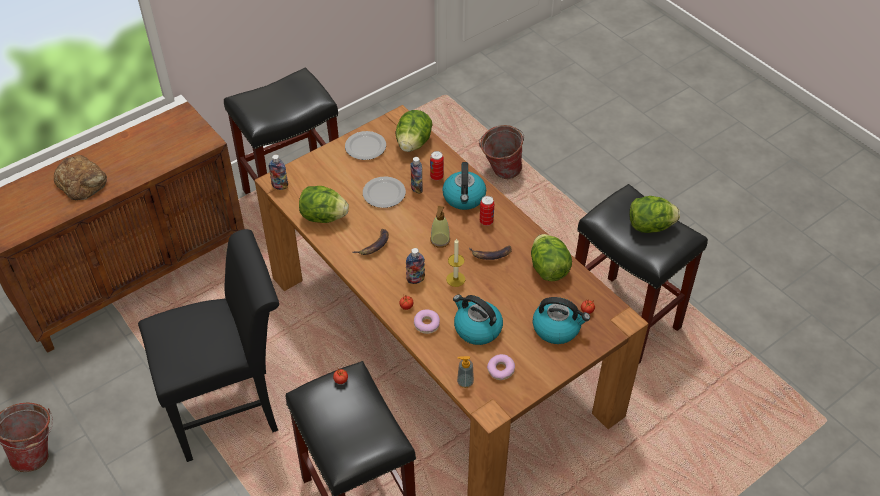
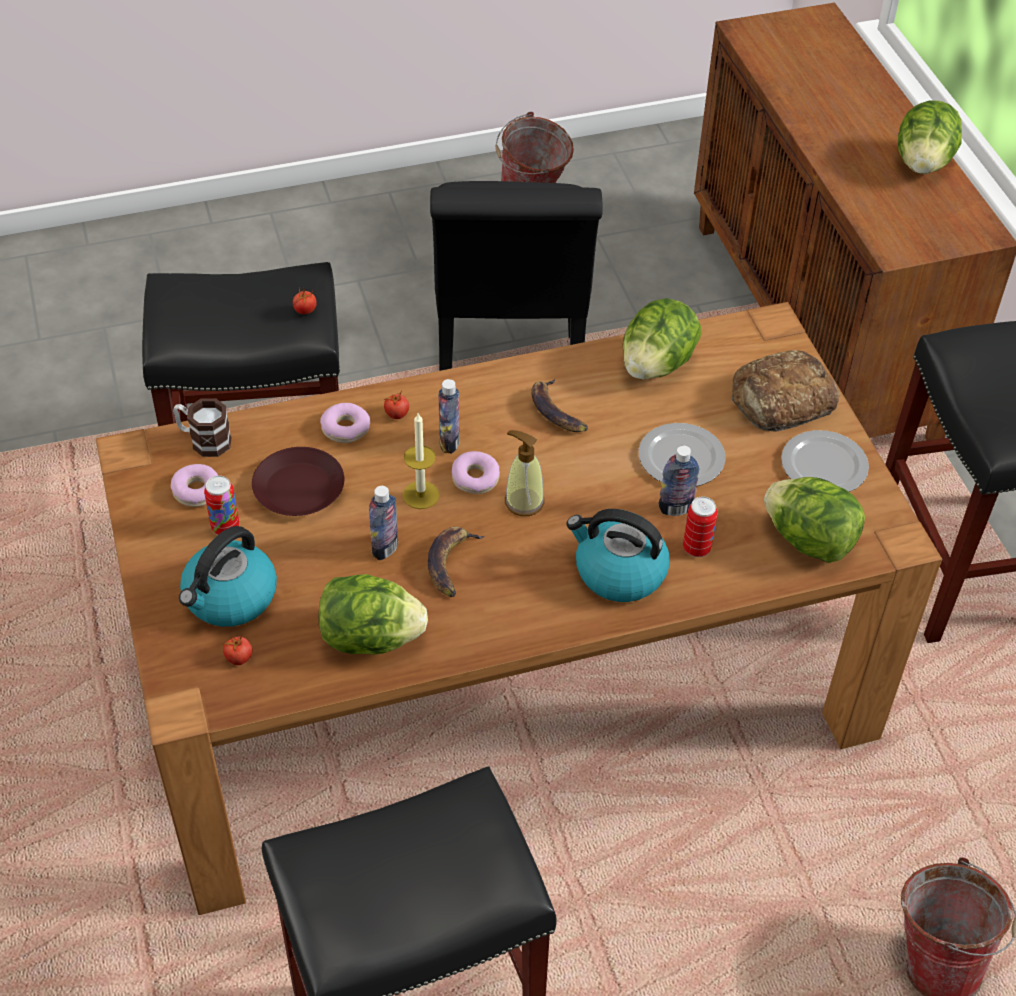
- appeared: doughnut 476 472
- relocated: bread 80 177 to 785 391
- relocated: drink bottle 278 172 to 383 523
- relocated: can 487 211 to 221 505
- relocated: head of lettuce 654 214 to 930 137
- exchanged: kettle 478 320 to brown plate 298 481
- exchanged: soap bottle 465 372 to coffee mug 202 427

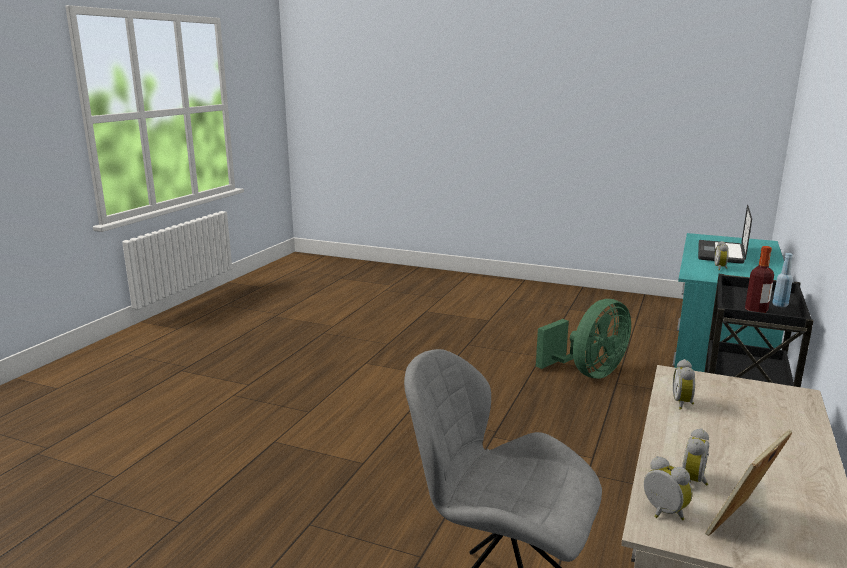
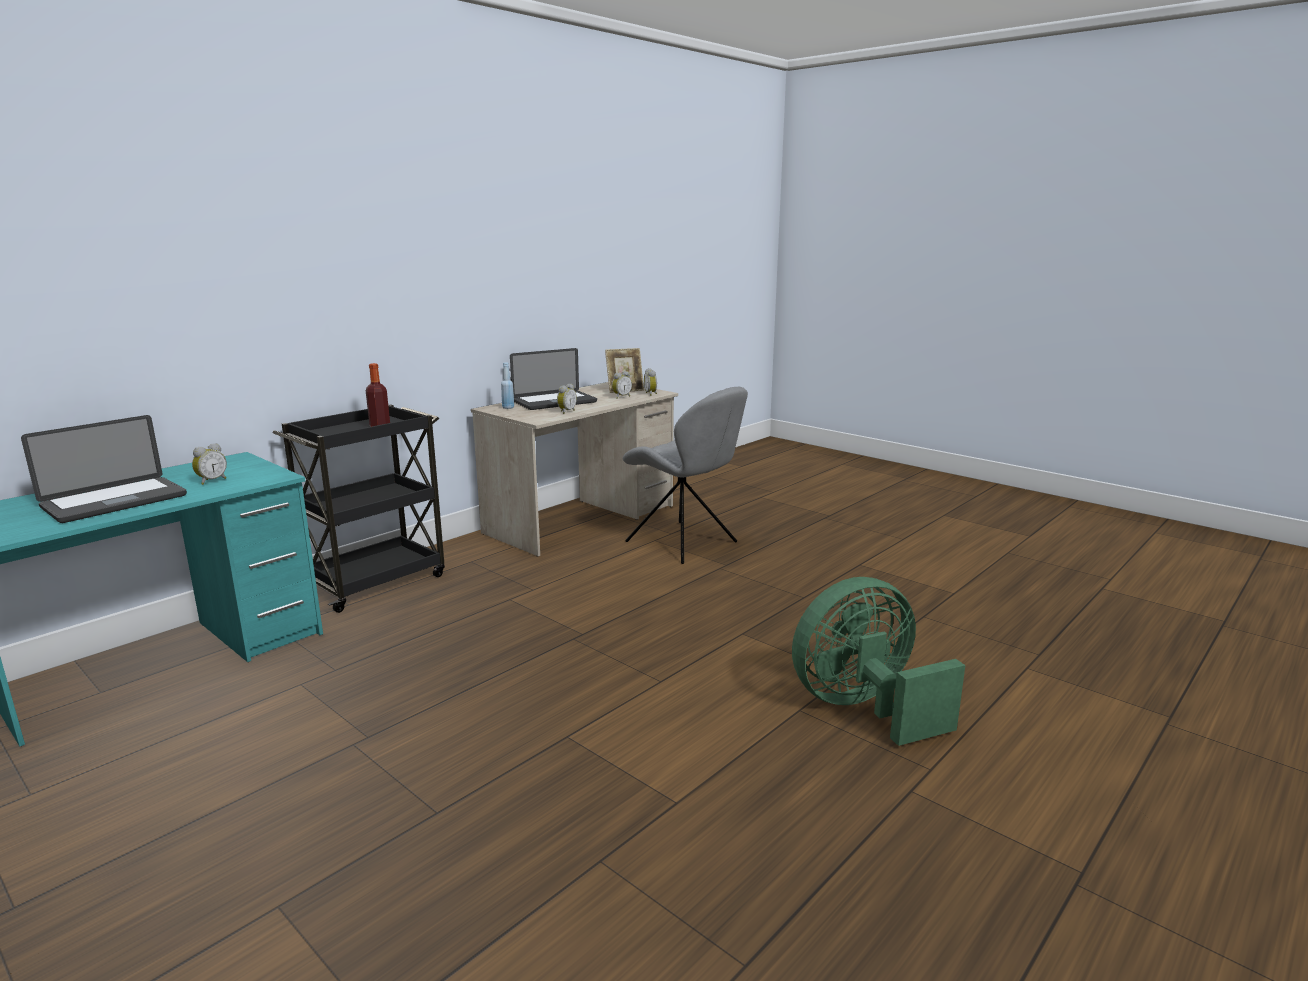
- appeared: laptop 553 379
- relocated: greenish cooling fan 583 339 to 878 661
- relocated: blue-coloured drink bottle 782 280 to 507 385

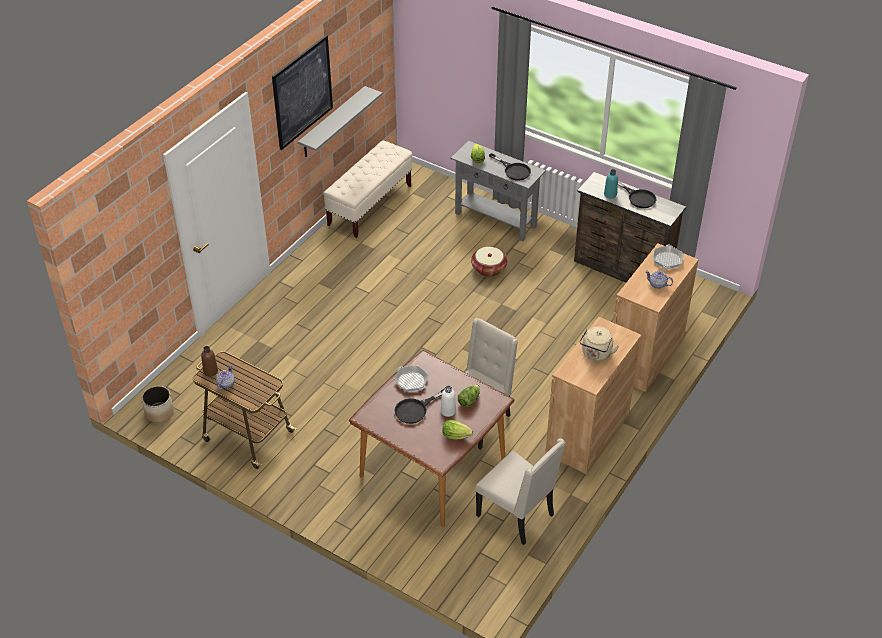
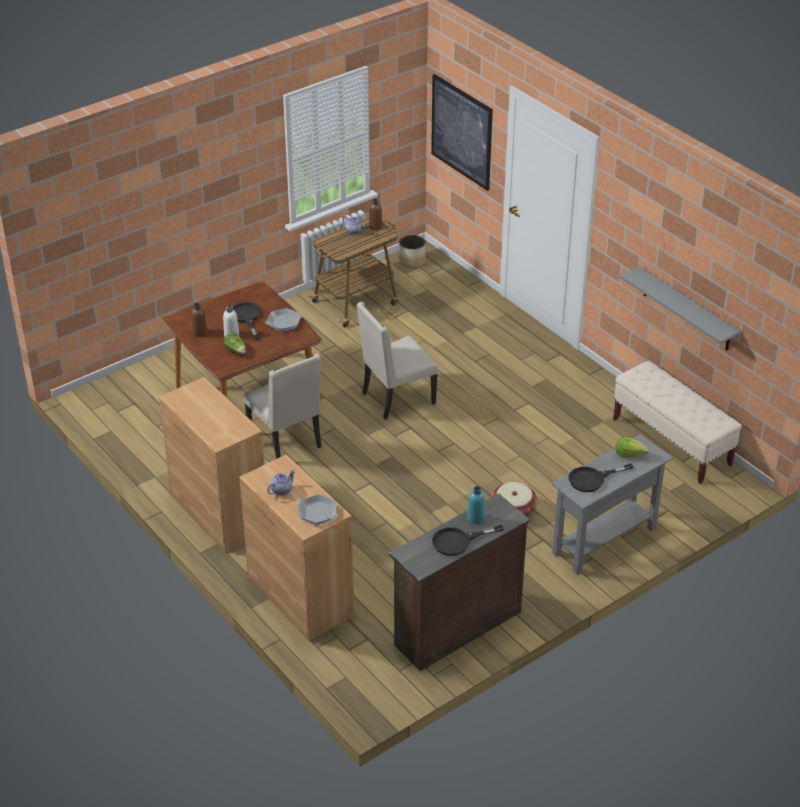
- missing: sand-coloured kettle 599 343
- relocated: wall picture 302 92 to 462 132
- relocated: sand-coloured chair 520 491 to 397 361
- exchanged: head of lettuce 458 429 to brown drink bottle 199 320

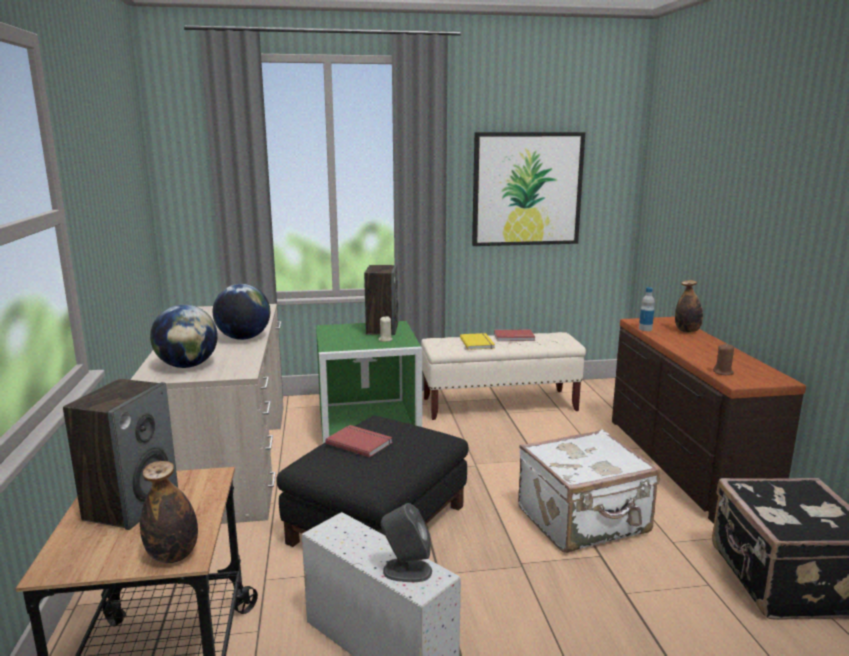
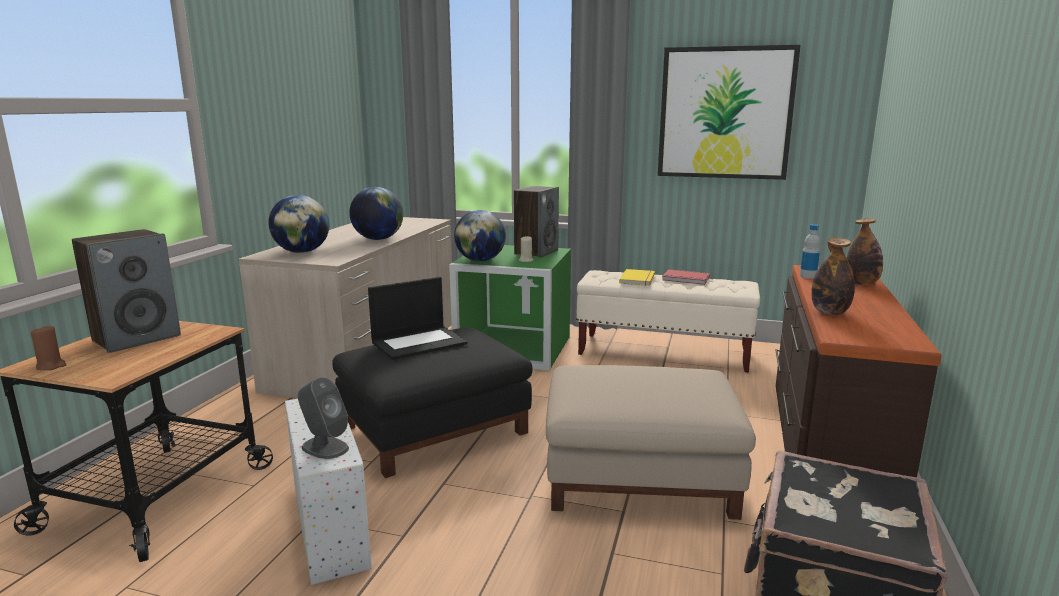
- appeared: desk globe 480 236
- relocated: drink bottle 169 512 to 833 276
- relocated: brown wax candle 723 359 to 48 347
- exchanged: reddish bound book 359 441 to laptop 417 318
- exchanged: whitish travel case 589 491 to sand-coloured ottoman 651 442

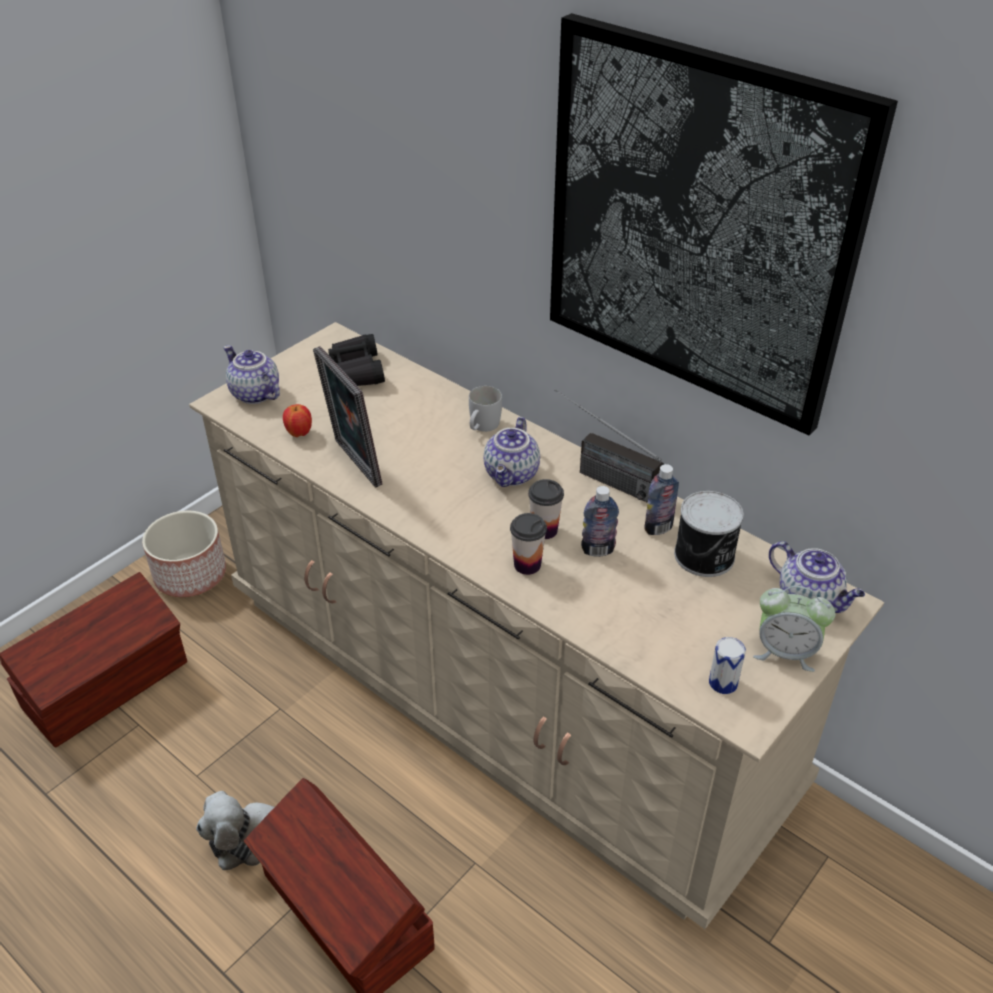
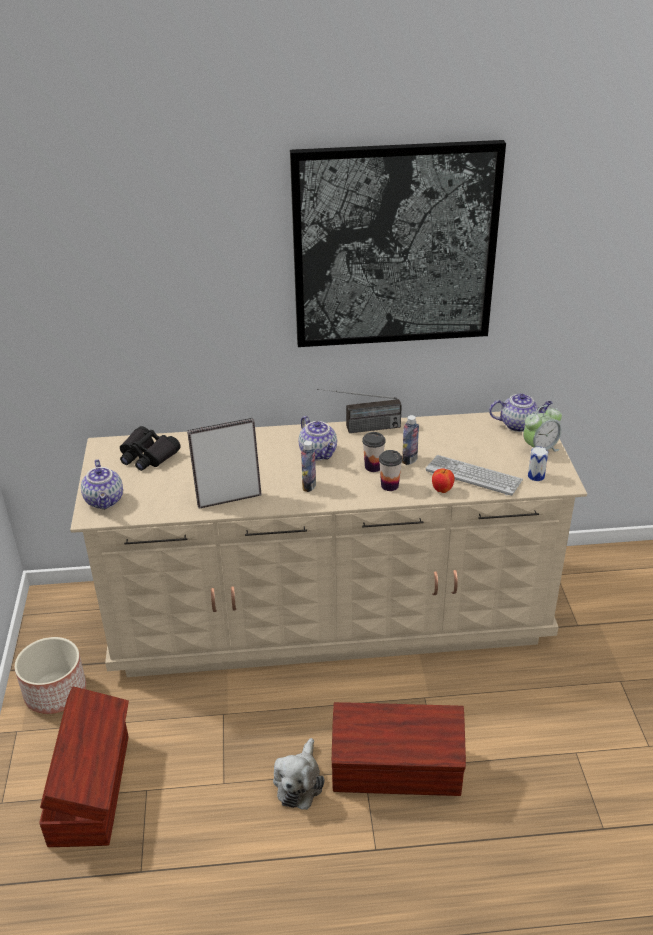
- missing: whitish coffee mug 485 409
- missing: can 709 534
- appeared: PC keyboard 474 475
- relocated: whole apple 297 420 to 443 480
- relocated: drink bottle 661 499 to 308 466
- spun: pot for tea 251 374 = 102 484 105 degrees counterclockwise
- spun: standing frame 348 417 = 224 463 150 degrees clockwise

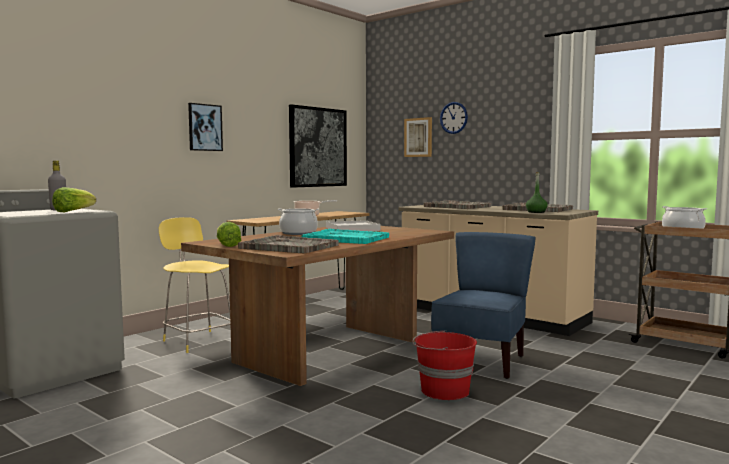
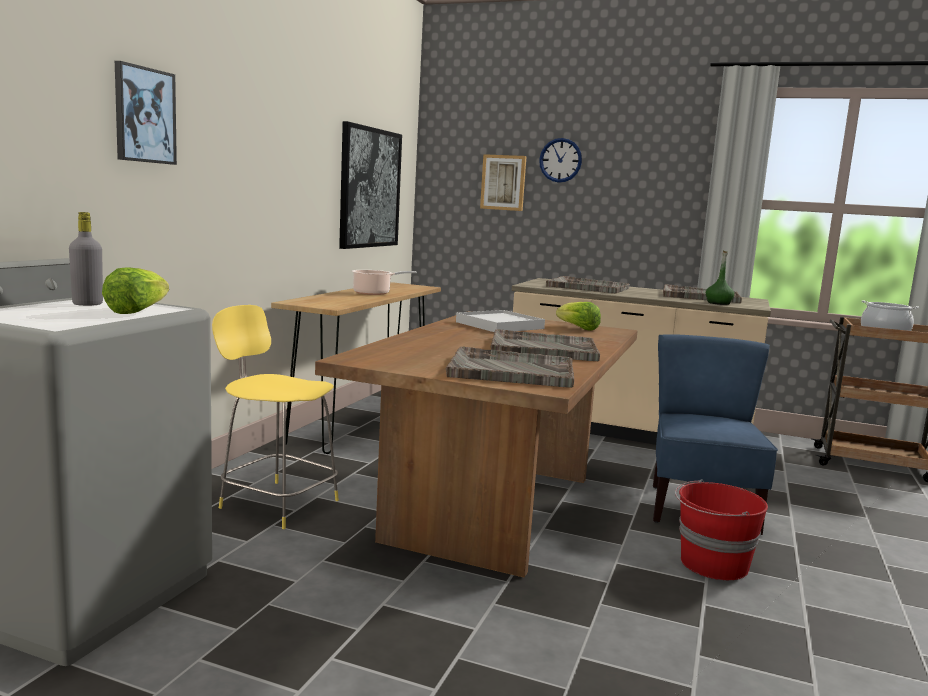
- missing: saucepot 298 221
- relocated: wall picture 205 127 to 146 113
- relocated: head of lettuce 229 234 to 578 316
- colour: turquoise serving tray 345 236 to gray serving tray 545 345

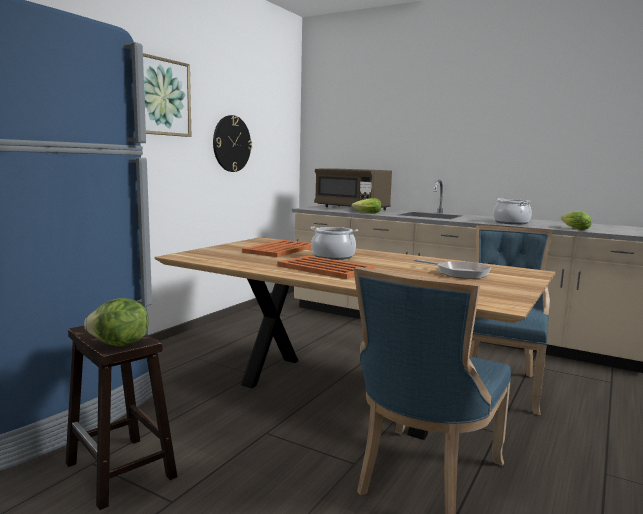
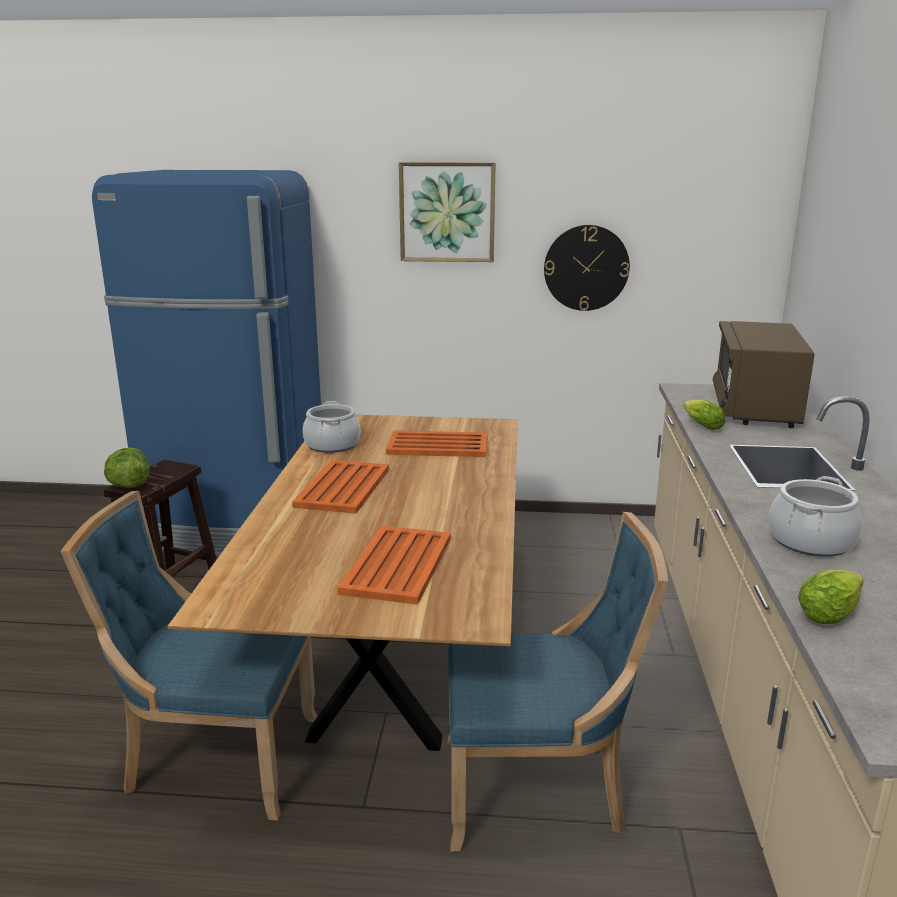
- relocated: saucepot 334 243 to 331 427
- exchanged: pan 453 269 to orange-coloured serving tray 394 565

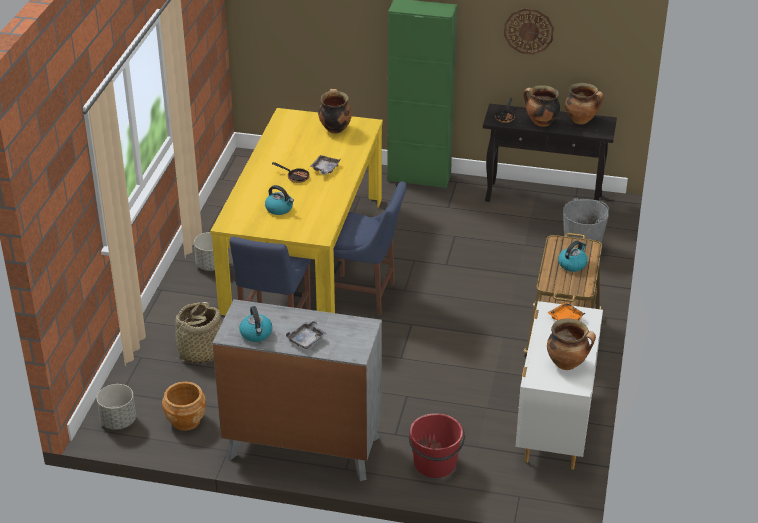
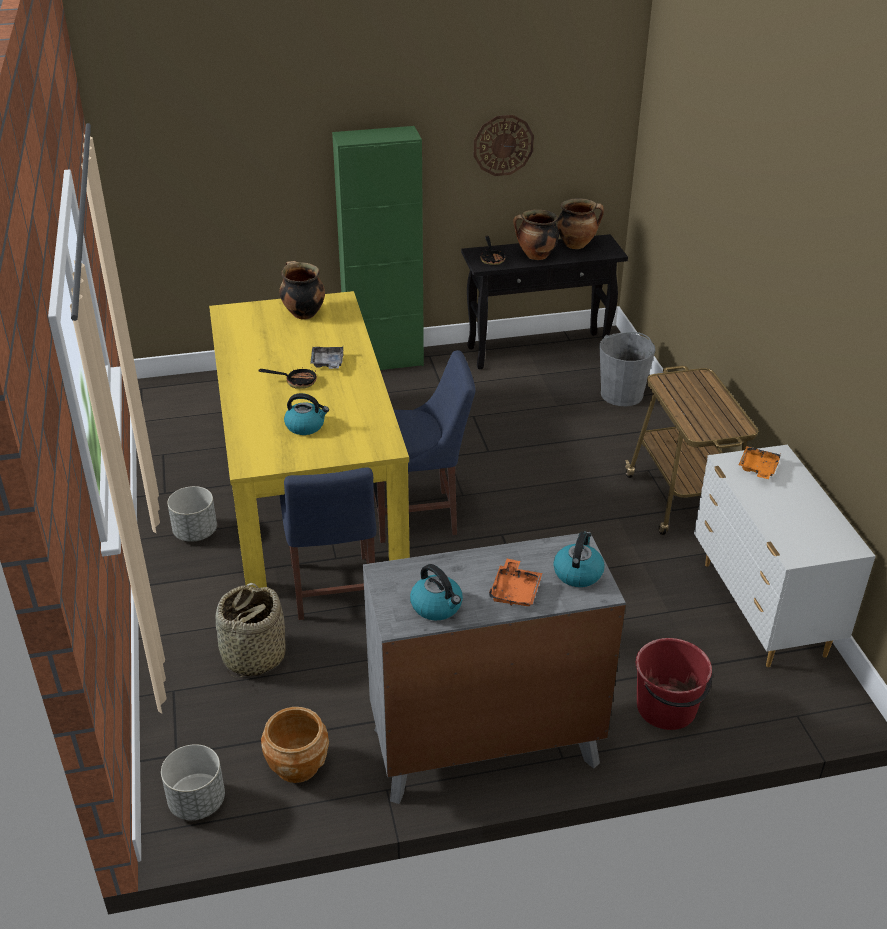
- missing: saucepot 571 344
- relocated: kettle 573 256 to 579 559
- colour: gray serving tray 306 334 to orange-coloured serving tray 515 582

